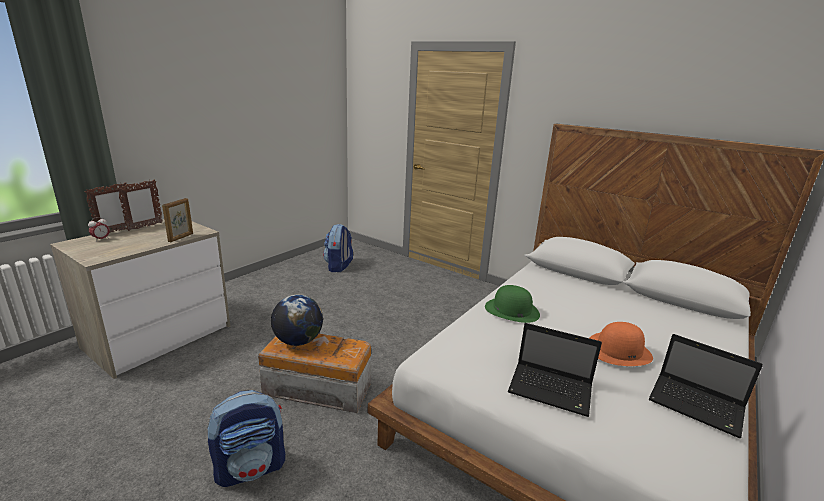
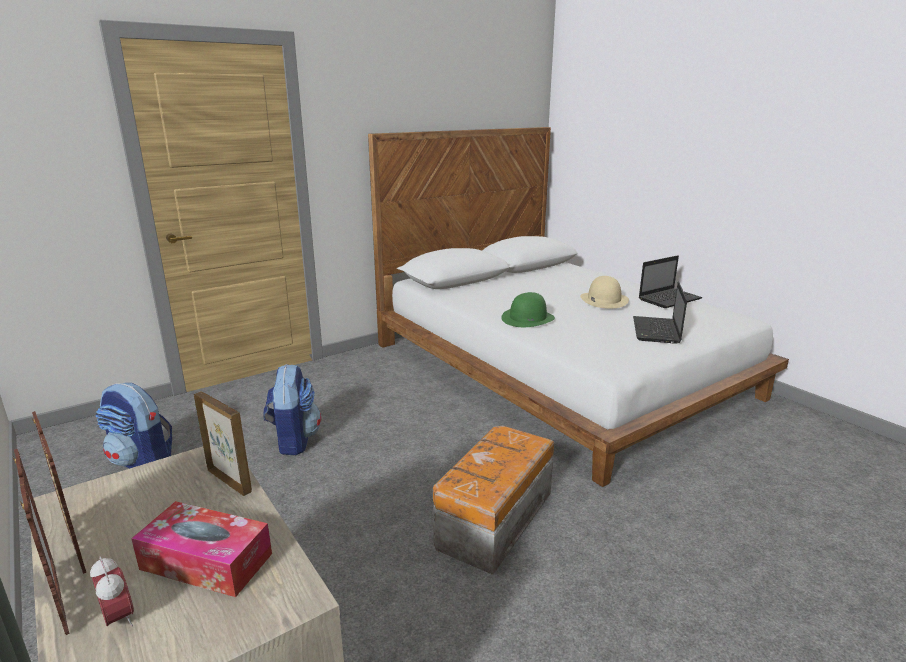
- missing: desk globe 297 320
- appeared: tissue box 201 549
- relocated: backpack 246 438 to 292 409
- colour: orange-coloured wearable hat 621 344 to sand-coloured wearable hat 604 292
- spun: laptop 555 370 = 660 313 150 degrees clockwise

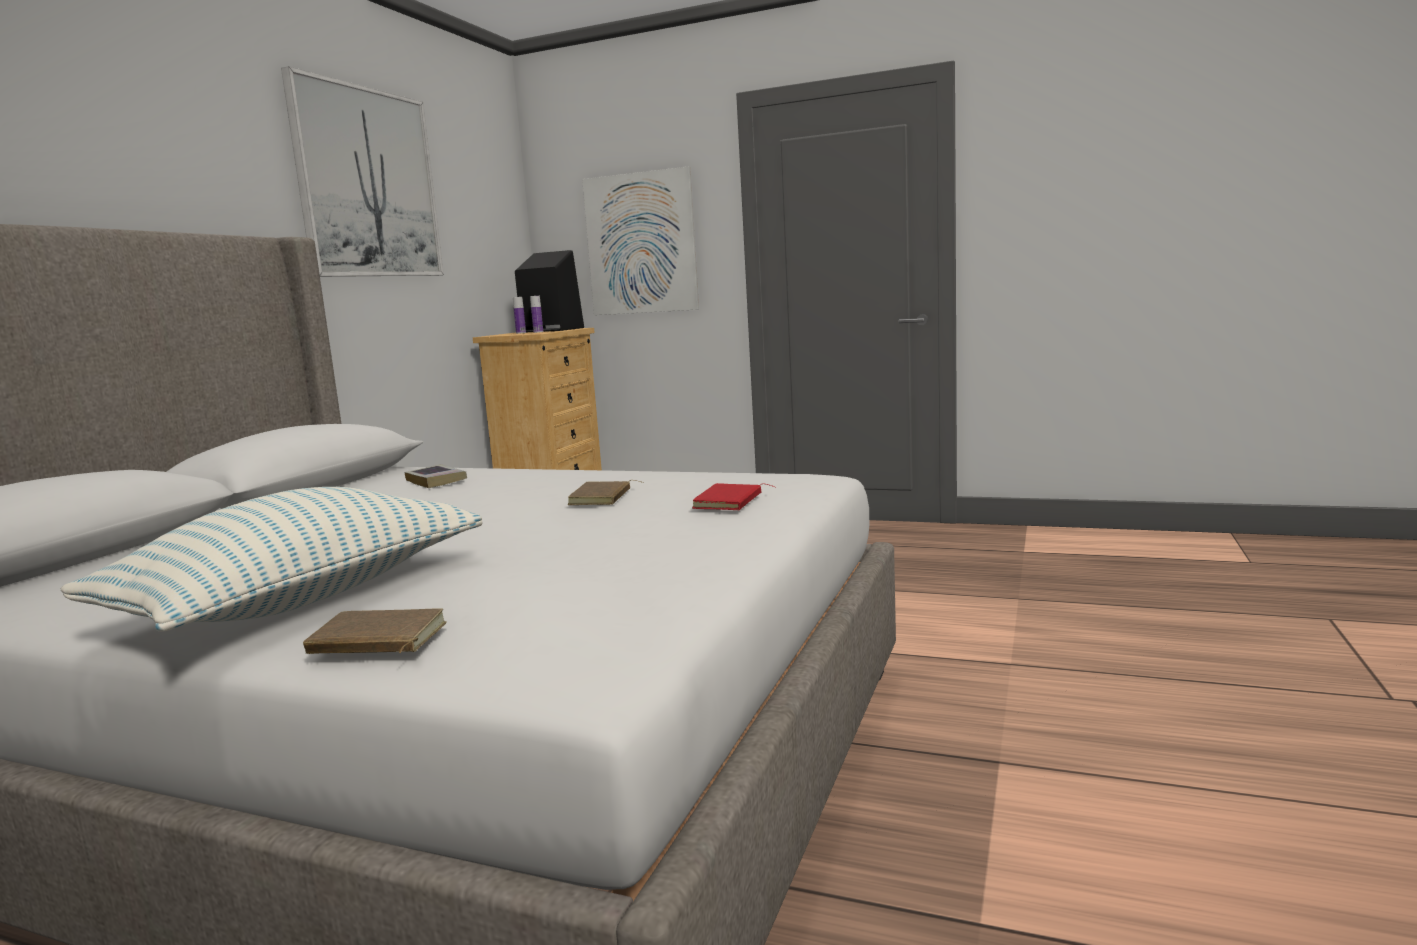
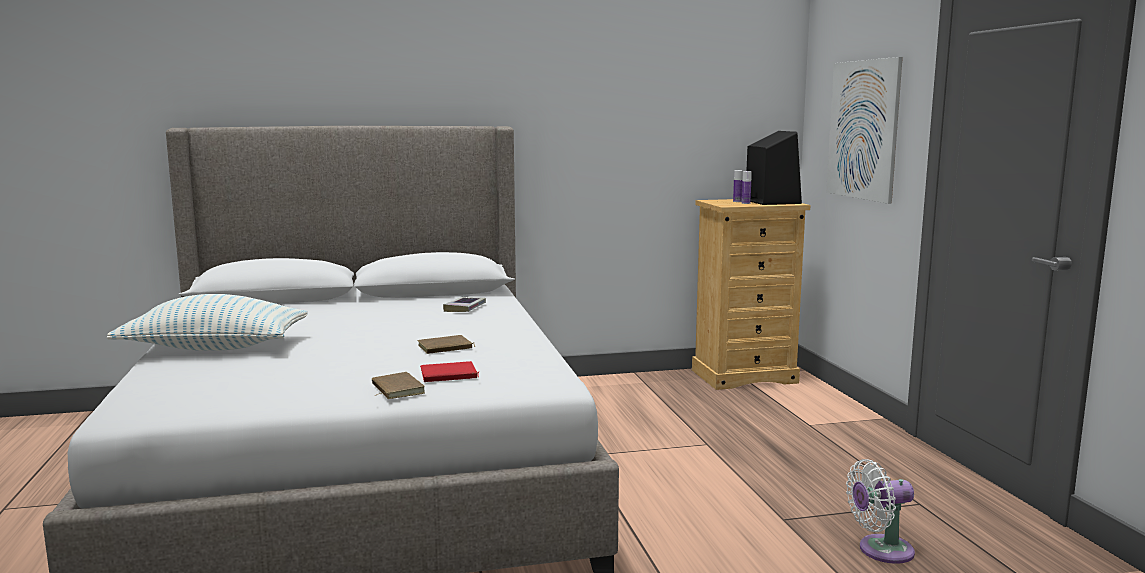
- missing: wall picture 362 171
- appeared: whitish cooling fan 880 511
- relocated: brown bound book 375 631 to 398 385

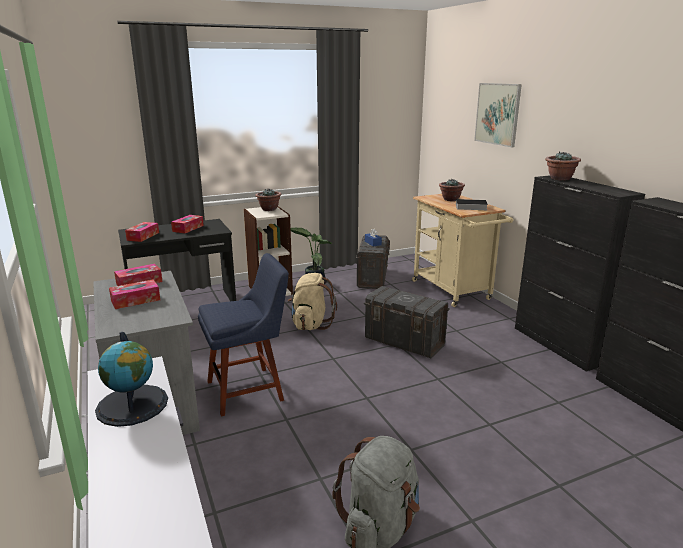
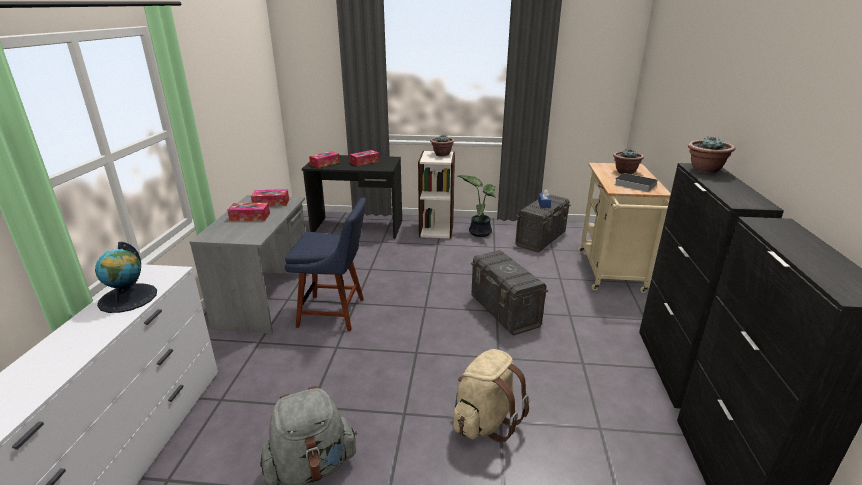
- missing: wall picture 498 115
- relocated: sand-coloured backpack 312 301 to 491 396

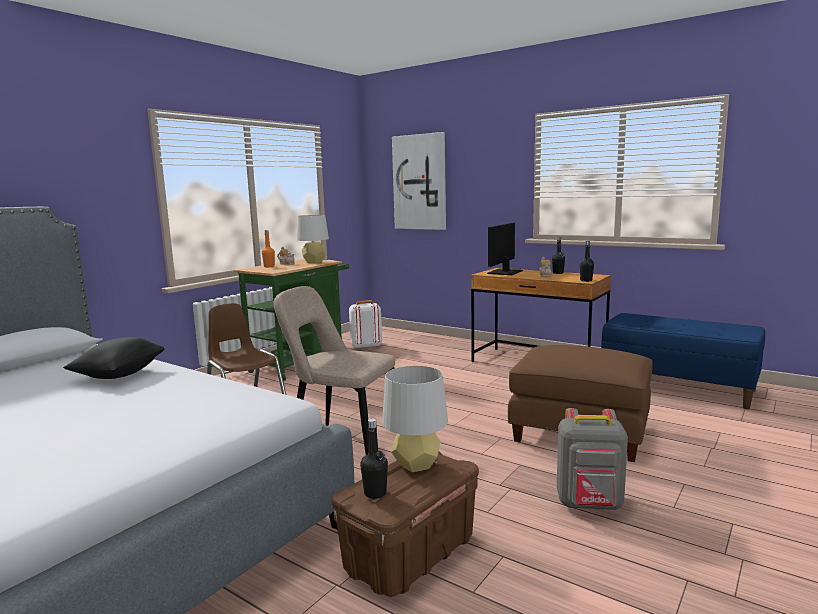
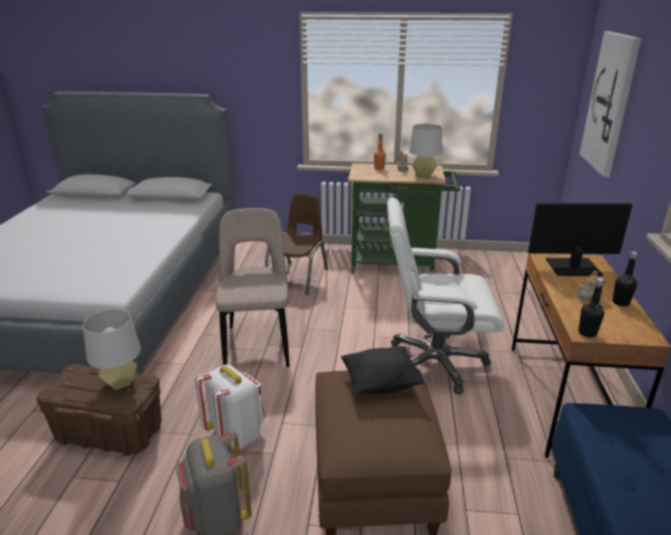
- missing: black drink bottle 374 458
- appeared: whitish office chair 445 296
- relocated: black throw pillow 114 358 to 383 370
- relocated: whitish backpack 365 324 to 230 407

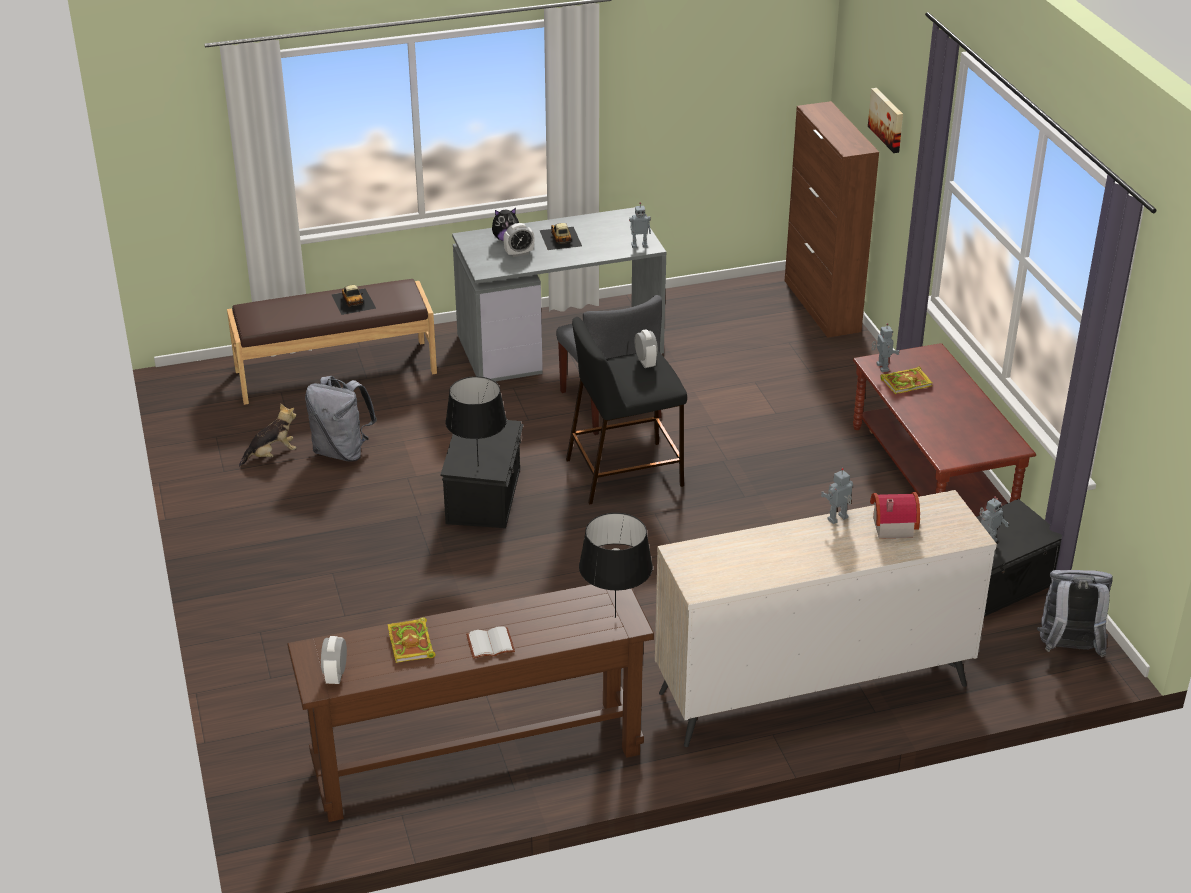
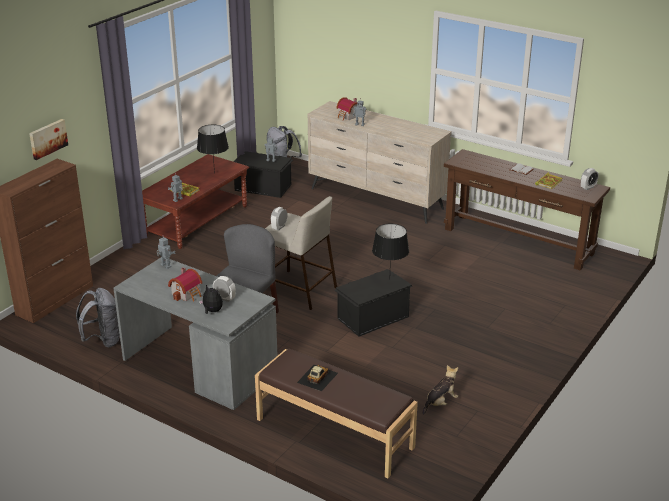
- relocated: gray backpack 341 419 to 98 317
- relocated: black lamp for a table 616 565 to 213 149
- exchanged: model car 561 236 to miniature house 185 285
- colour: black stool 626 411 to sand-coloured stool 301 253
- spun: plush toy 267 435 = 440 390 120 degrees clockwise

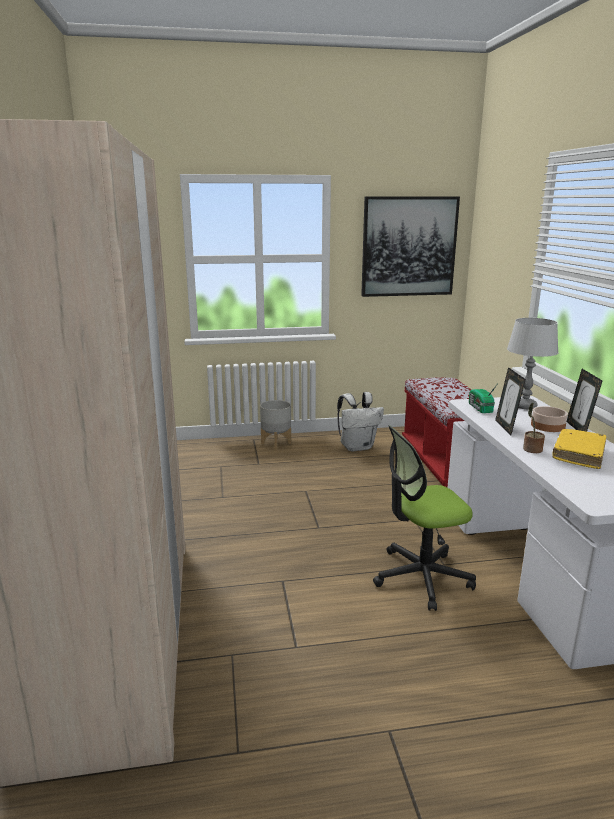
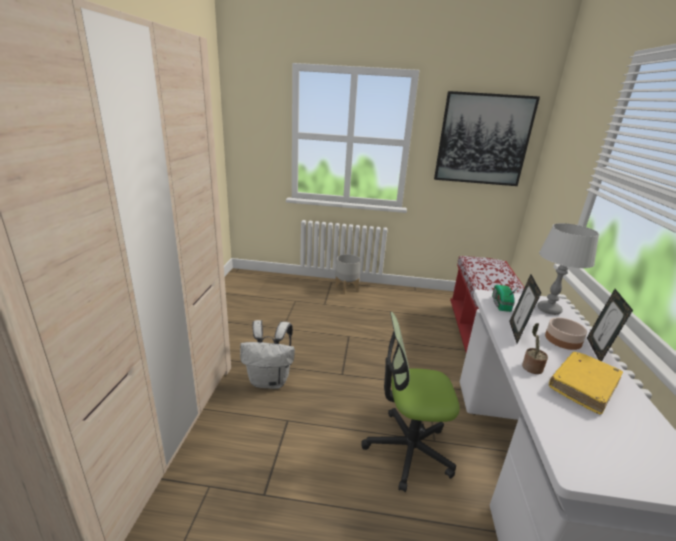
- relocated: whitish backpack 360 422 to 267 354

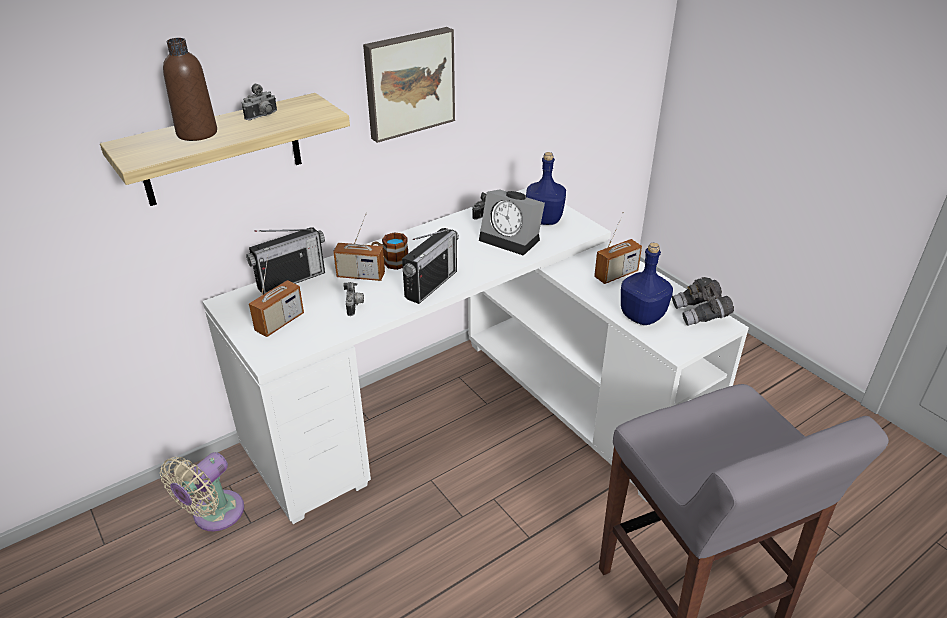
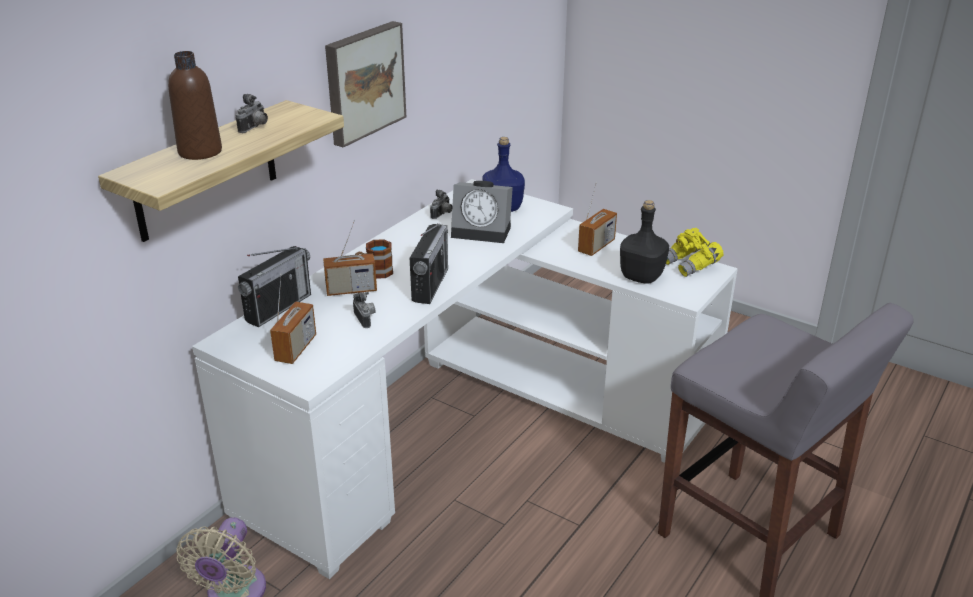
- colour: blue-coloured drink bottle 647 284 to black drink bottle 644 242
- colour: gray pair of binoculars 703 301 to yellow-coloured pair of binoculars 694 252

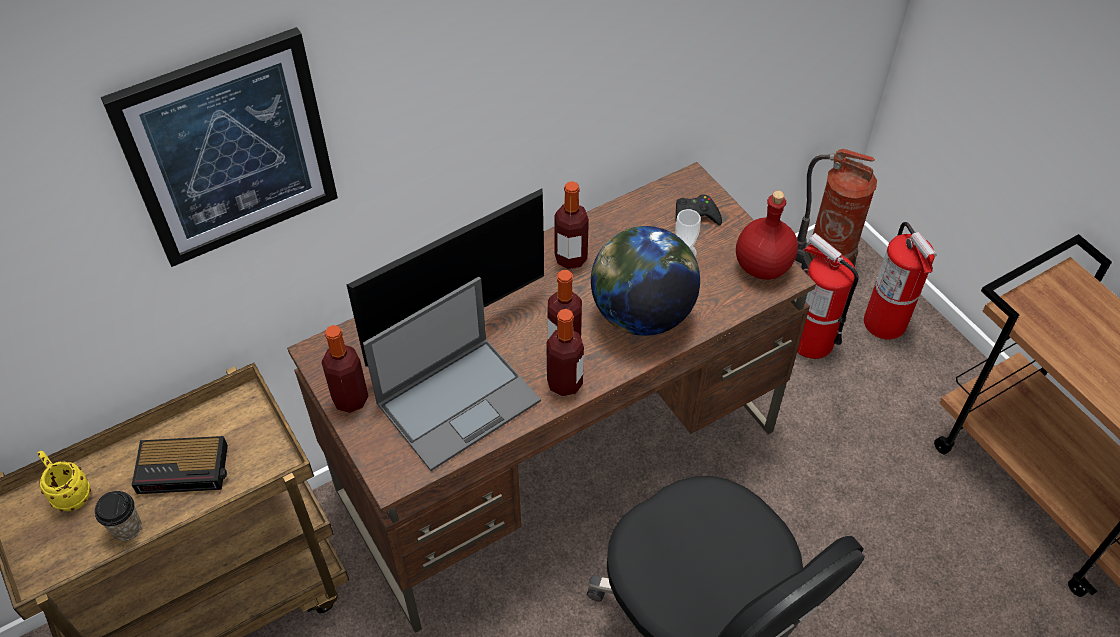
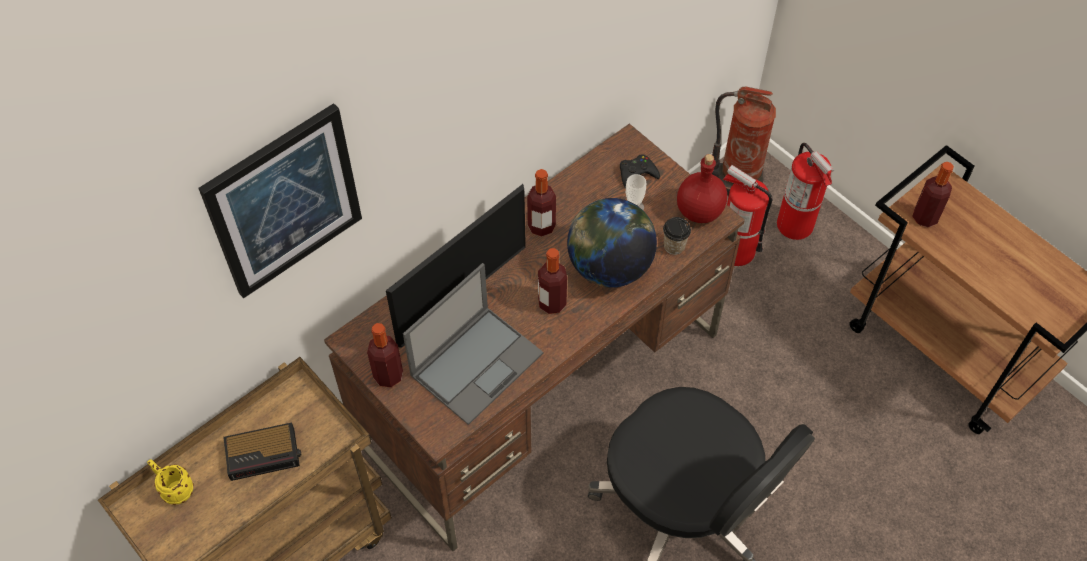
- relocated: small cup 118 516 to 677 236
- relocated: drink bottle 565 353 to 933 194

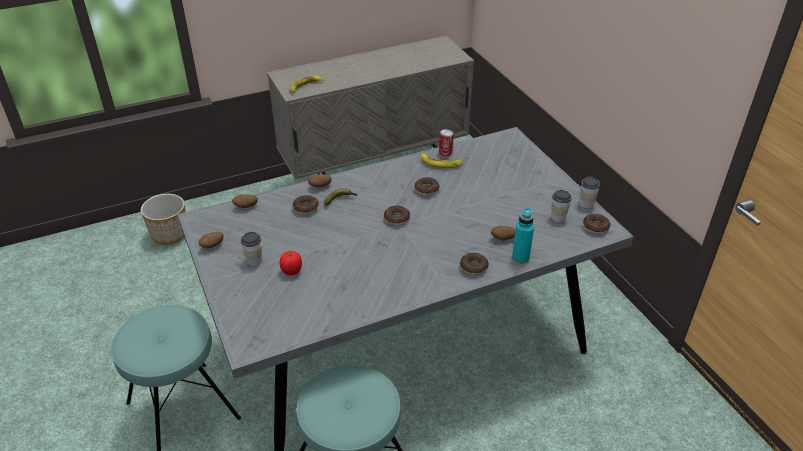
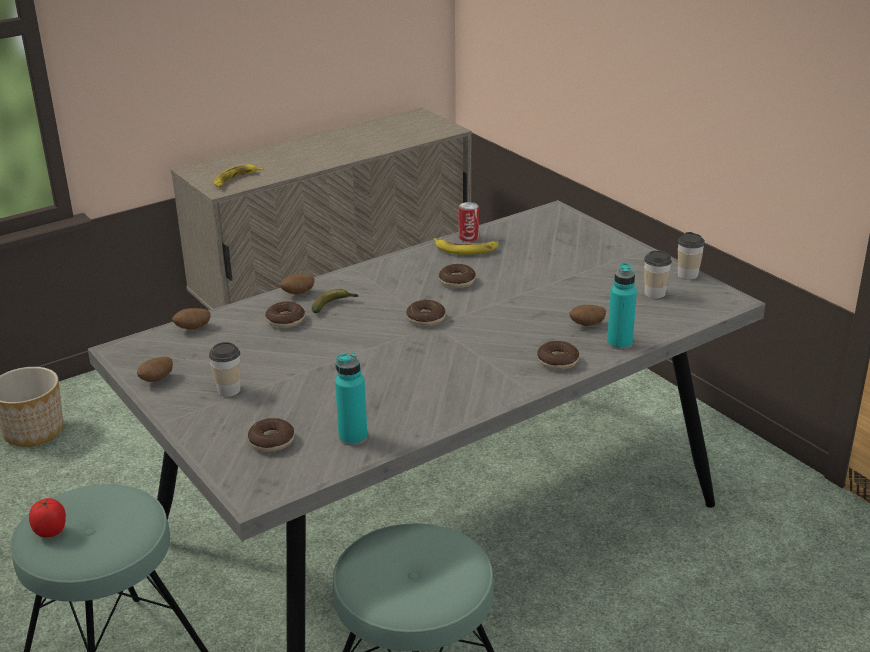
- appeared: turquoise drink bottle 351 399
- relocated: fresh tomato 291 263 to 47 517
- relocated: doughnut 596 224 to 271 435

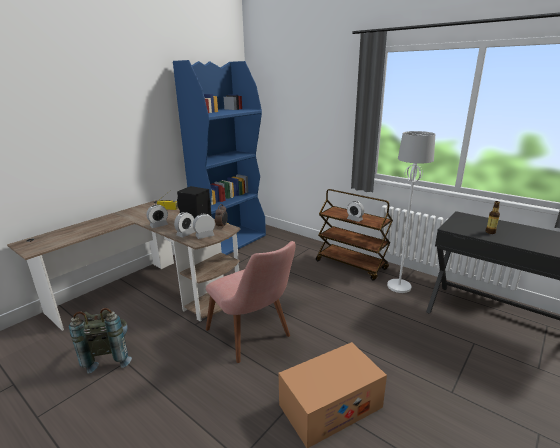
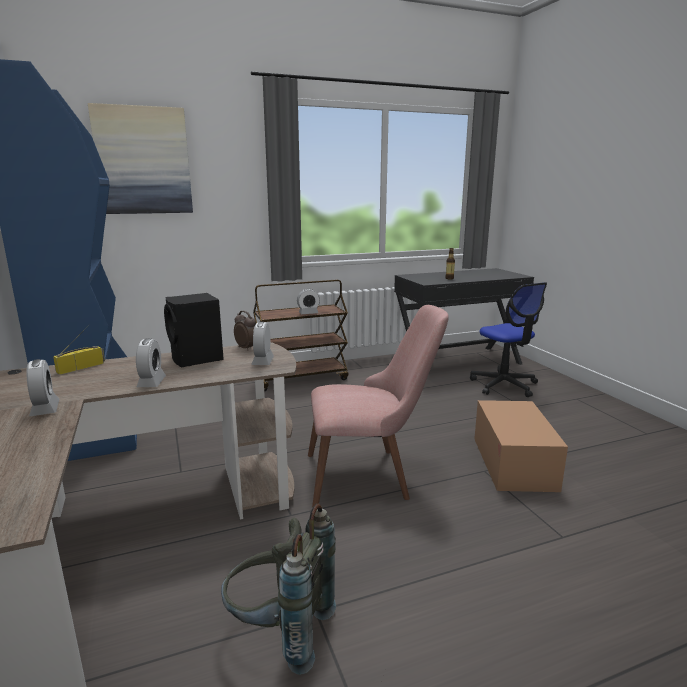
- missing: whitish floor lamp 411 212
- appeared: wall picture 140 158
- appeared: office chair 508 339
- relocated: table clock 184 225 to 42 387

